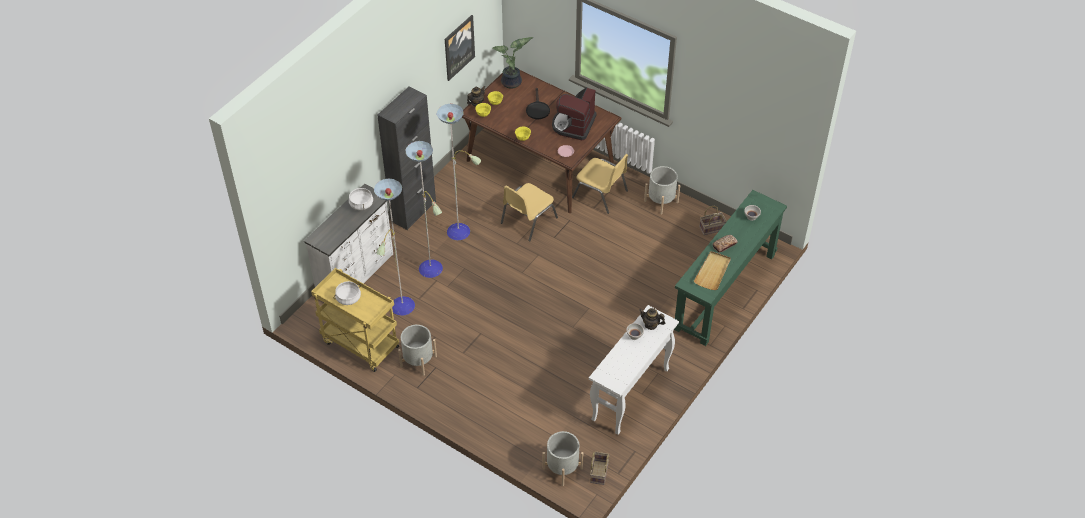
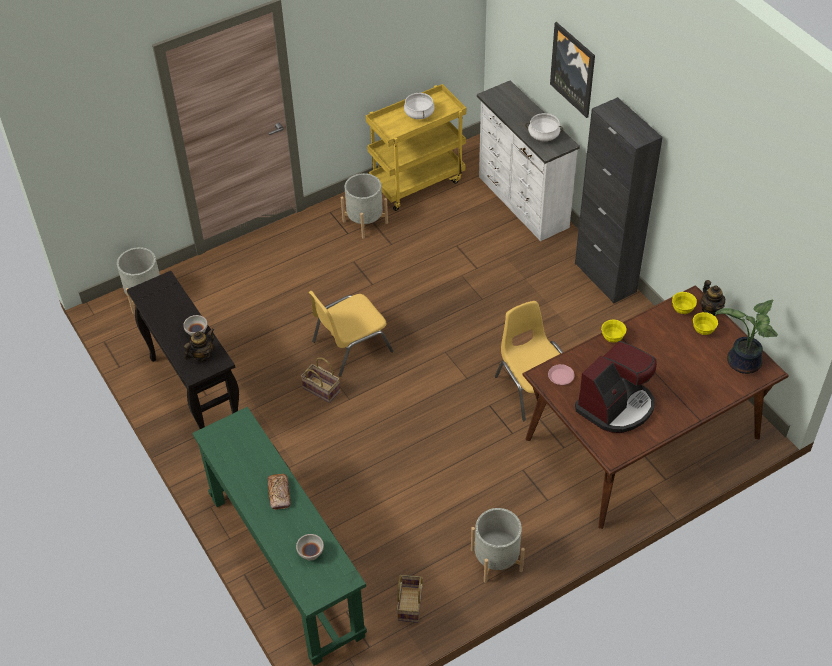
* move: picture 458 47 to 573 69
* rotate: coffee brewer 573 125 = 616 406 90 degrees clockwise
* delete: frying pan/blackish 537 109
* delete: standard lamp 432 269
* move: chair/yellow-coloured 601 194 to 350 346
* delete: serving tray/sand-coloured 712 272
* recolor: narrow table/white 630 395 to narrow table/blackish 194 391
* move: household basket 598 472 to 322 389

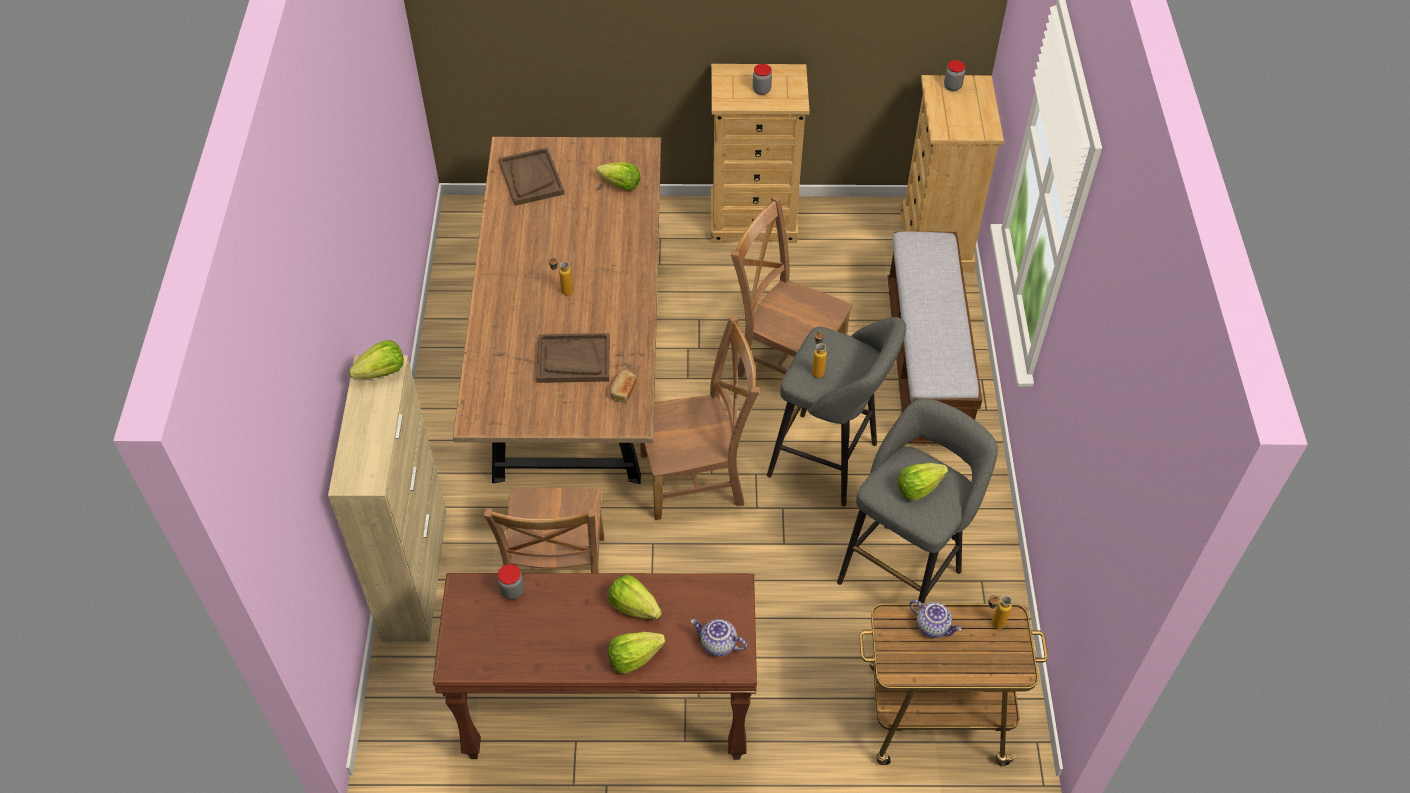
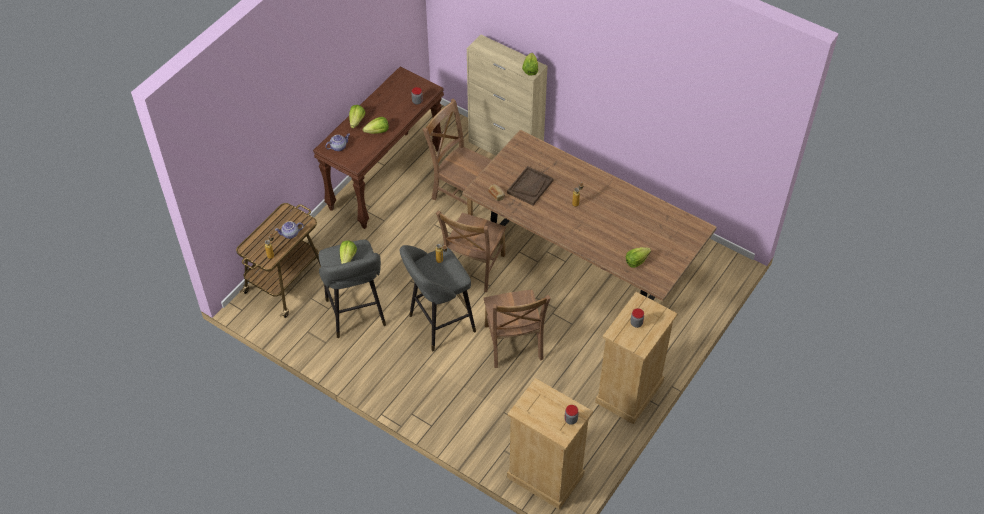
* delete: serving tray/brownish 531 178
* rotate: chair/brownish 785 362 = 513 344 105 degrees clockwise
* delete: indoor bench 925 362

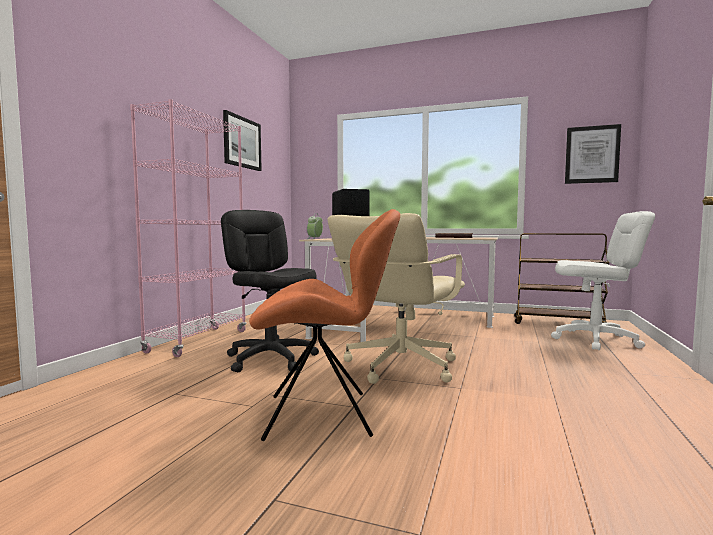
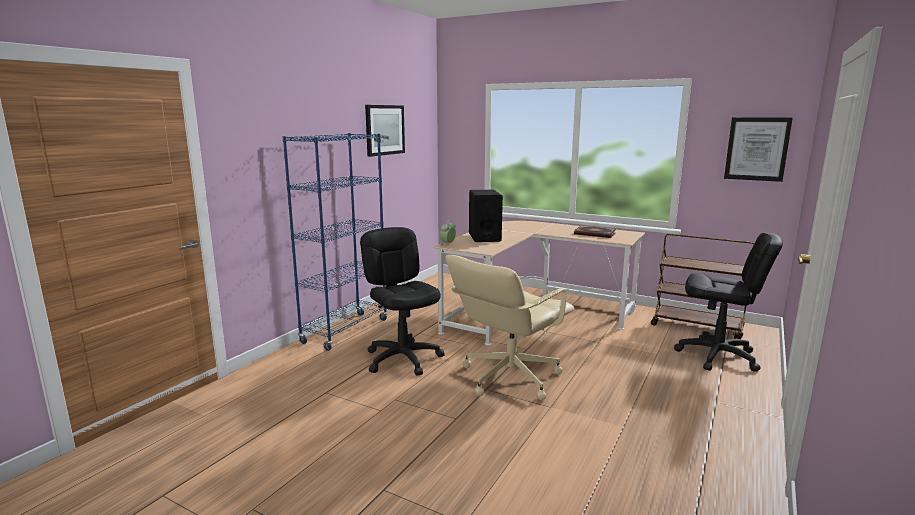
* recolor: shelving unit/pinkish 198 341 to shelving unit/blue-coloured 345 331
* delete: chair/orange 323 415
* recolor: computer chair/white 595 340 to computer chair/blackish 717 356

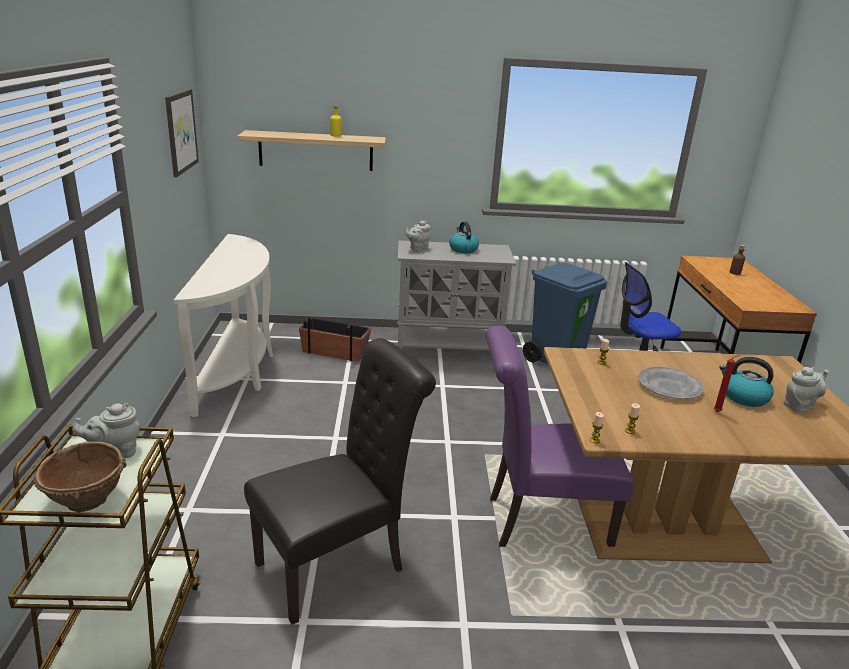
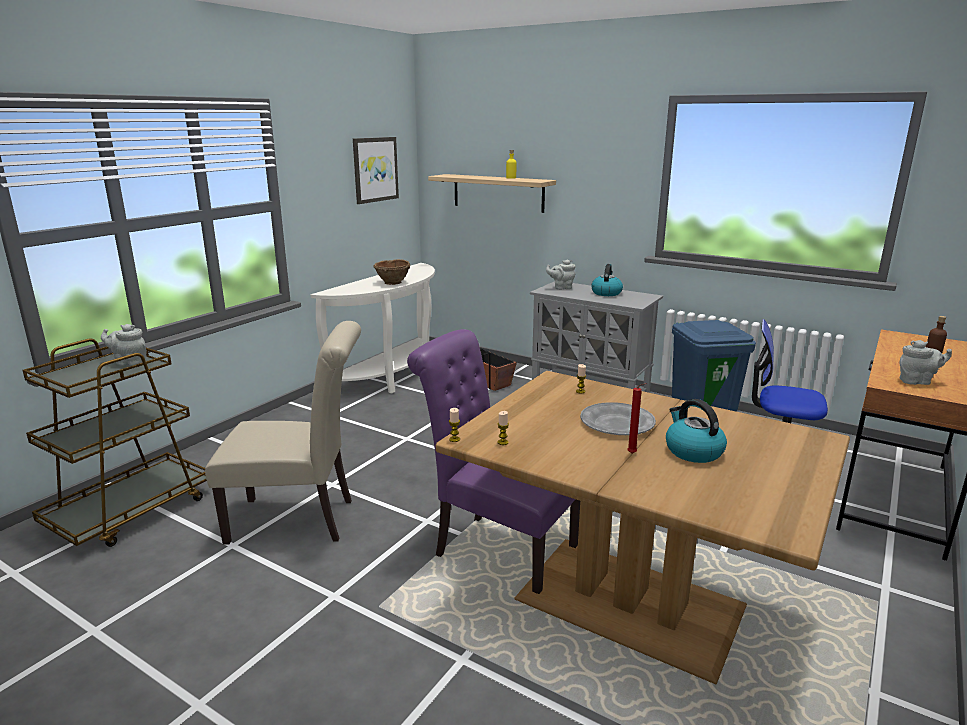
* recolor: chair/blackish 338 564 to chair/sand-coloured 300 520
* move: tea pot/gray 800 405 to 917 381
* move: bowl/brownish 87 501 to 393 283

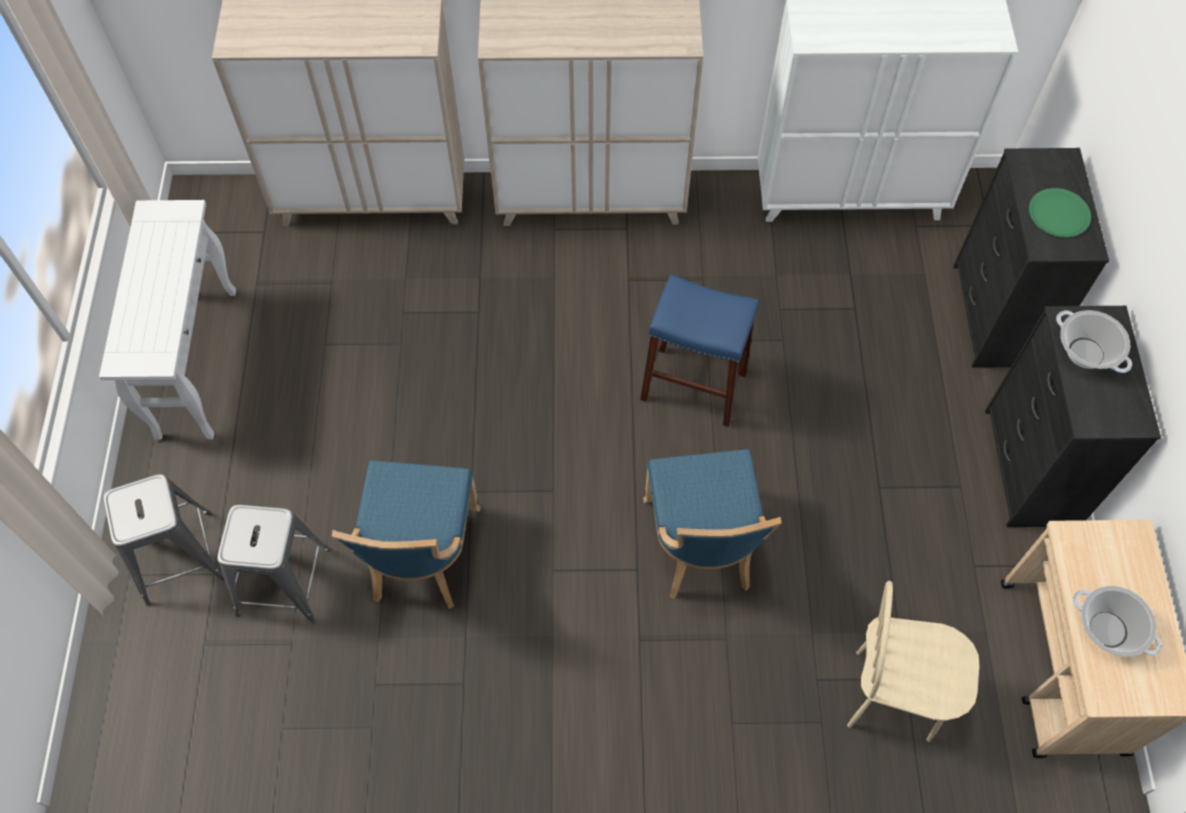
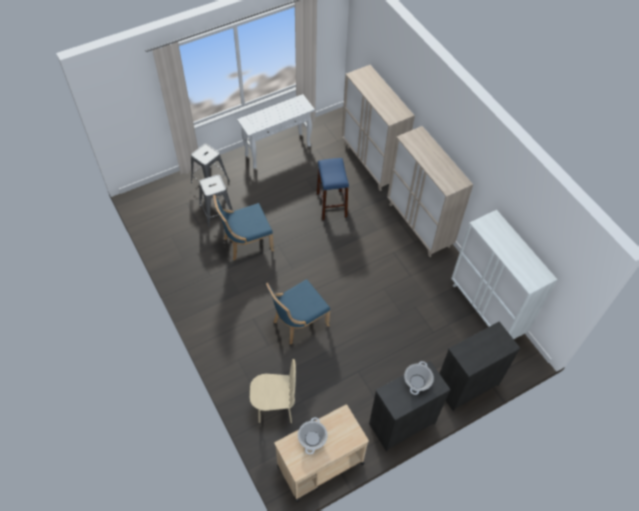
* delete: dinner plate/green 1059 214
* move: stool/blue-coloured 693 385 to 331 205
* rotate: chair/sand-coloured 892 696 = 275 408 105 degrees clockwise

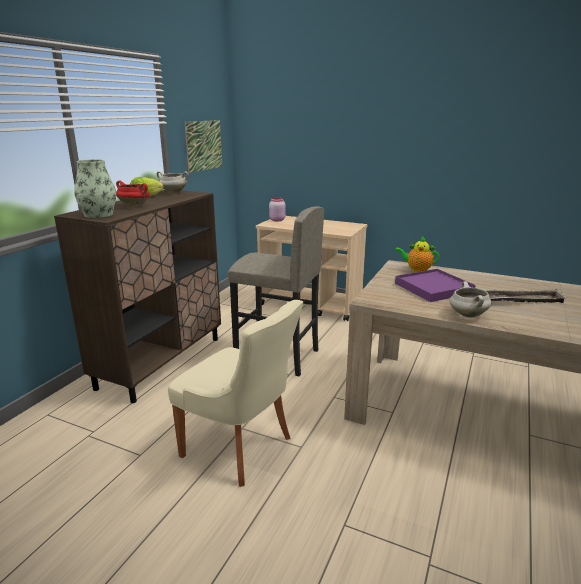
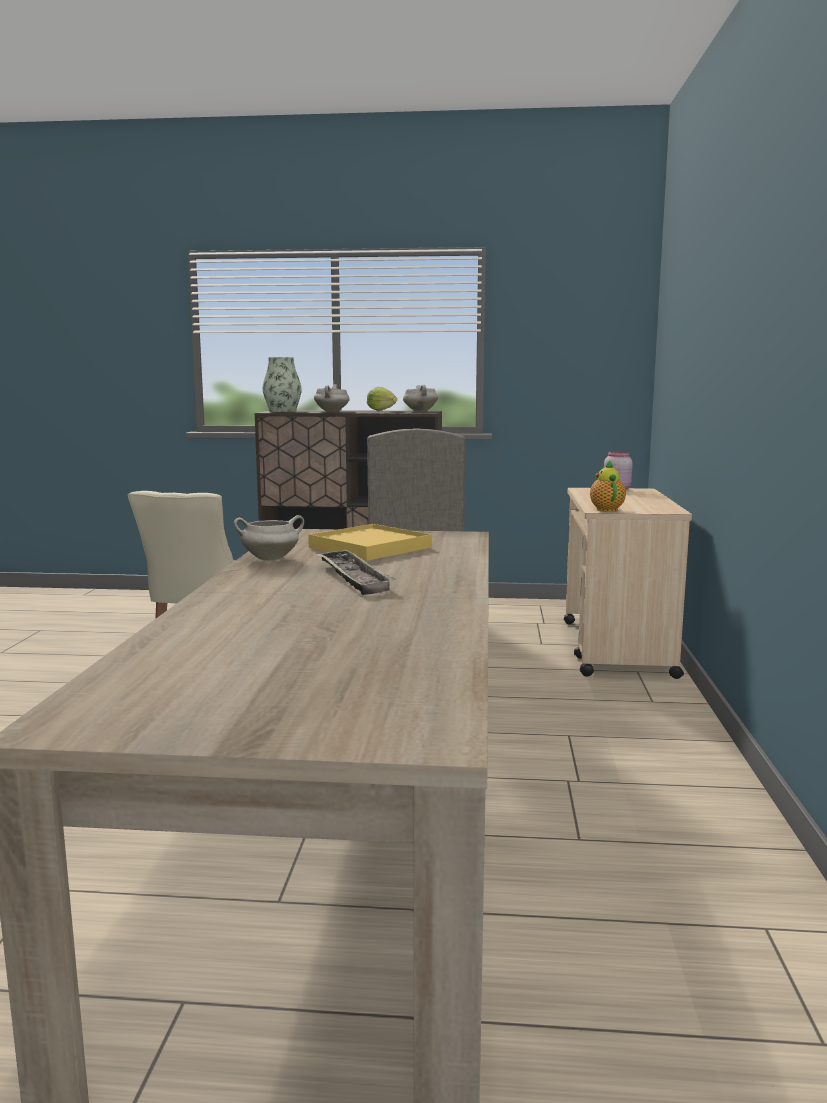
* delete: picture 204 145
* recolor: saucepot/red 135 206 to saucepot/white 332 411
* move: tea pot 417 269 to 606 509
* recolor: serving tray/purple 433 288 to serving tray/yellow-coloured 370 547

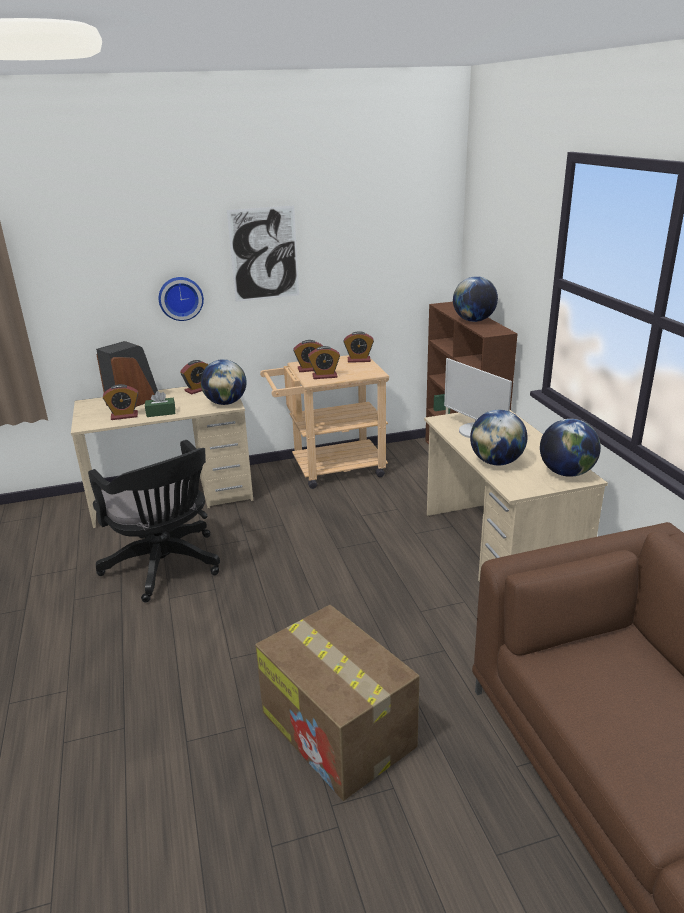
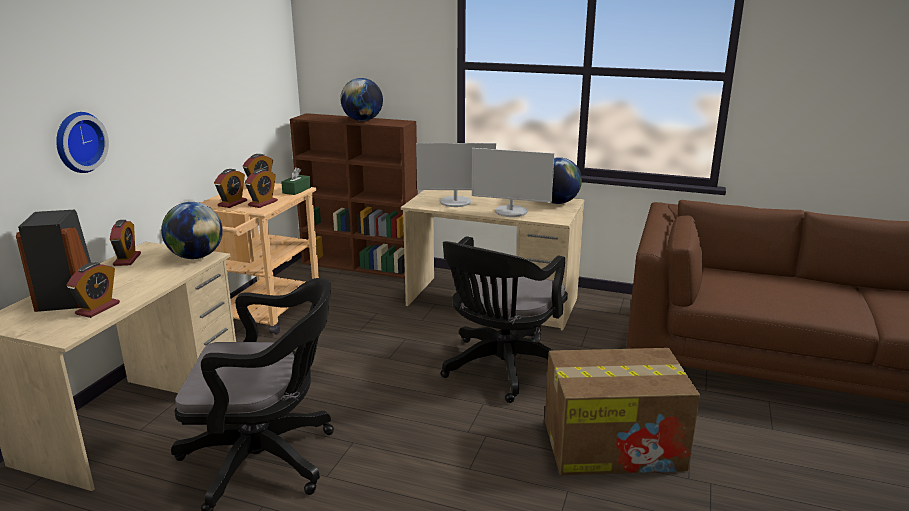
* delete: picture 264 254
* move: tissue holder/green 161 413 to 296 190
* replace: desk globe 496 462 to computer screen 511 212
* insert: computer chair/blackish 501 370

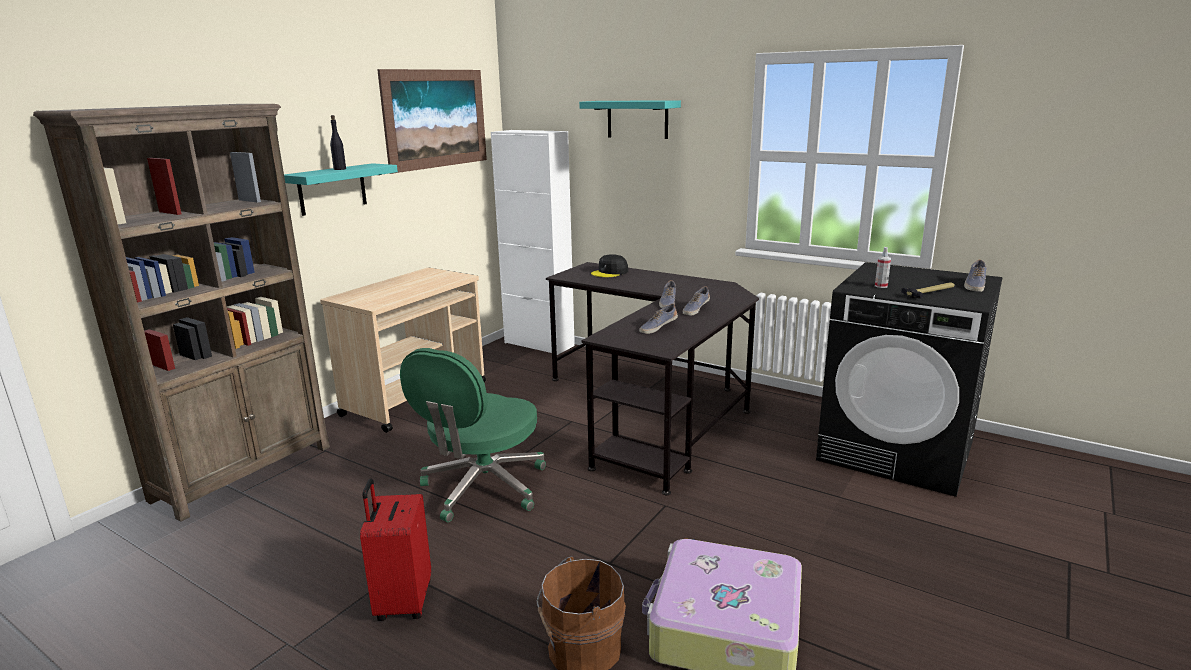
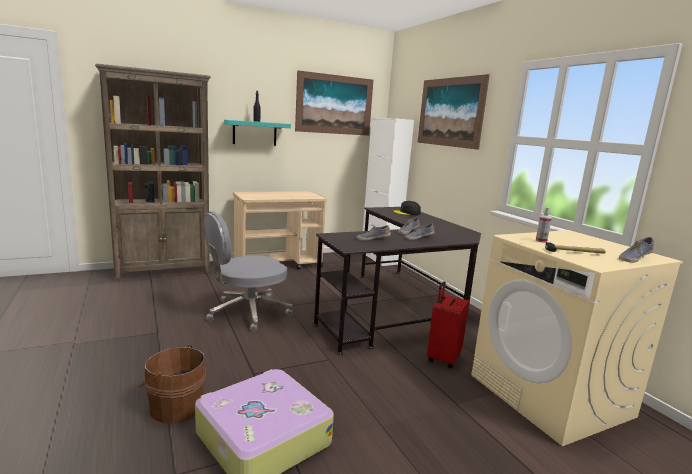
* replace: bracket shelf/turquoise 637 119 to picture 450 112
* recolor: washing machine/blackish 896 451 to washing machine/sand-coloured 550 395
* recolor: computer chair/green 483 488 to computer chair/gray 247 313
* move: piece of luggage/red 402 602 to 442 358

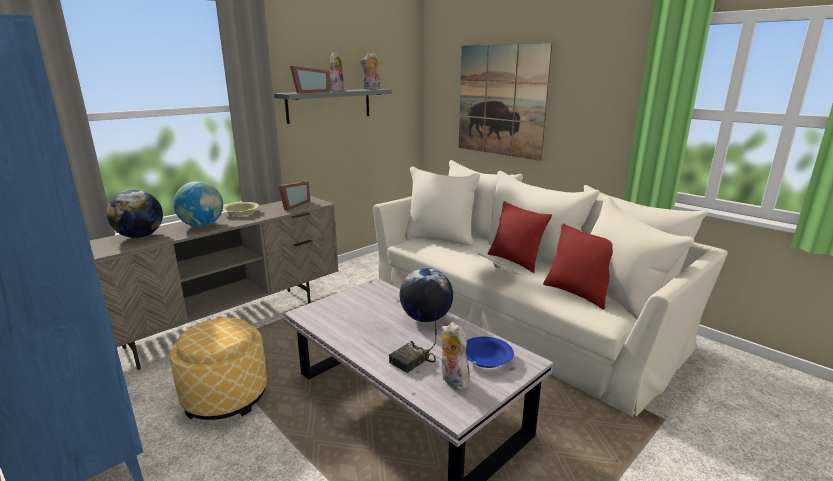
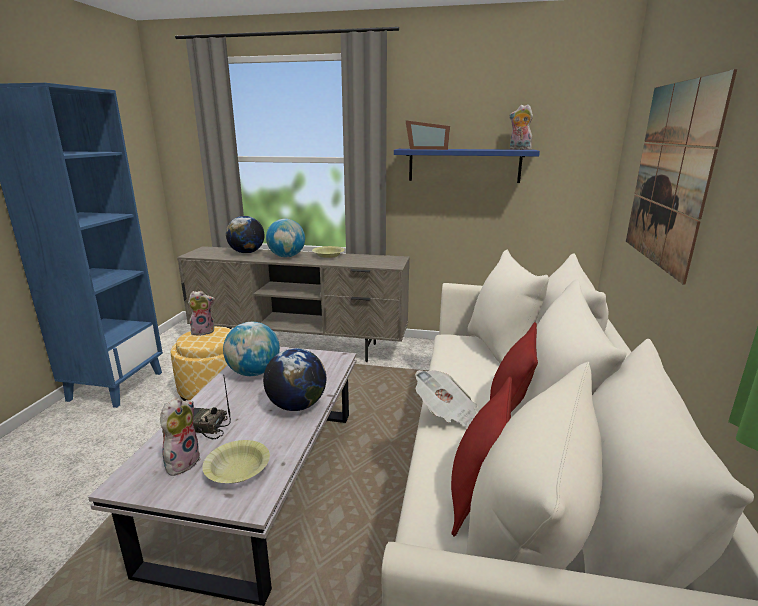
* move: cuddly toy 336 91 to 203 331
* recolor: bracket shelf/gray 329 105 to bracket shelf/blue-coloured 464 165
* delete: standing frame 293 205
* recolor: bowl/blue-coloured 486 359 to bowl/yellow-coloured 237 470
* insert: desk globe 254 372

